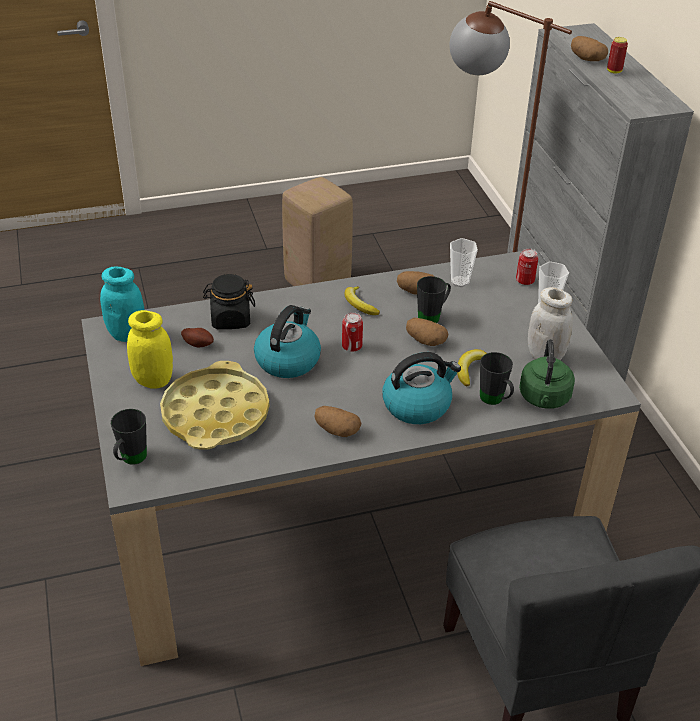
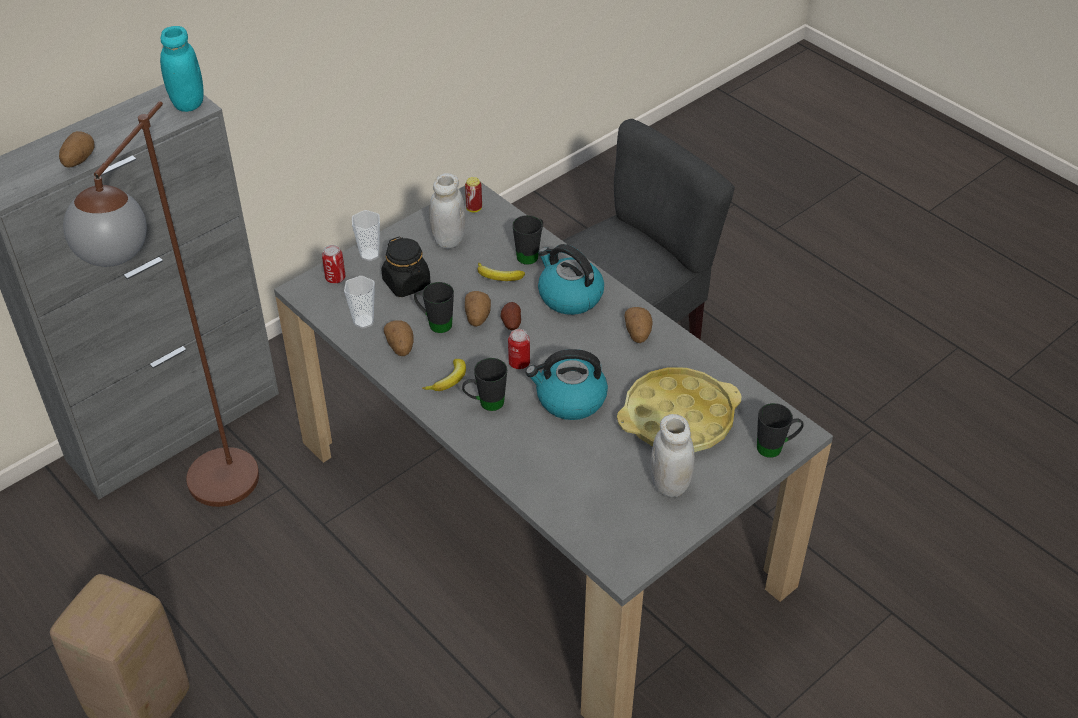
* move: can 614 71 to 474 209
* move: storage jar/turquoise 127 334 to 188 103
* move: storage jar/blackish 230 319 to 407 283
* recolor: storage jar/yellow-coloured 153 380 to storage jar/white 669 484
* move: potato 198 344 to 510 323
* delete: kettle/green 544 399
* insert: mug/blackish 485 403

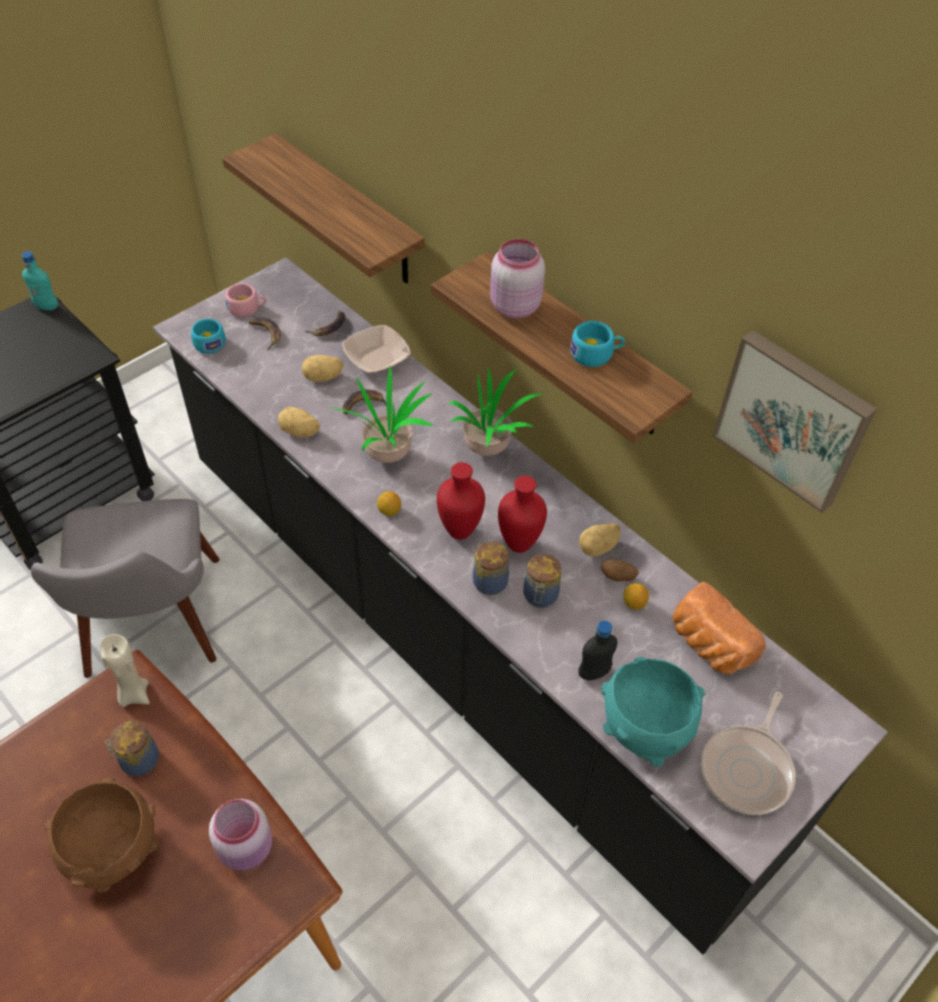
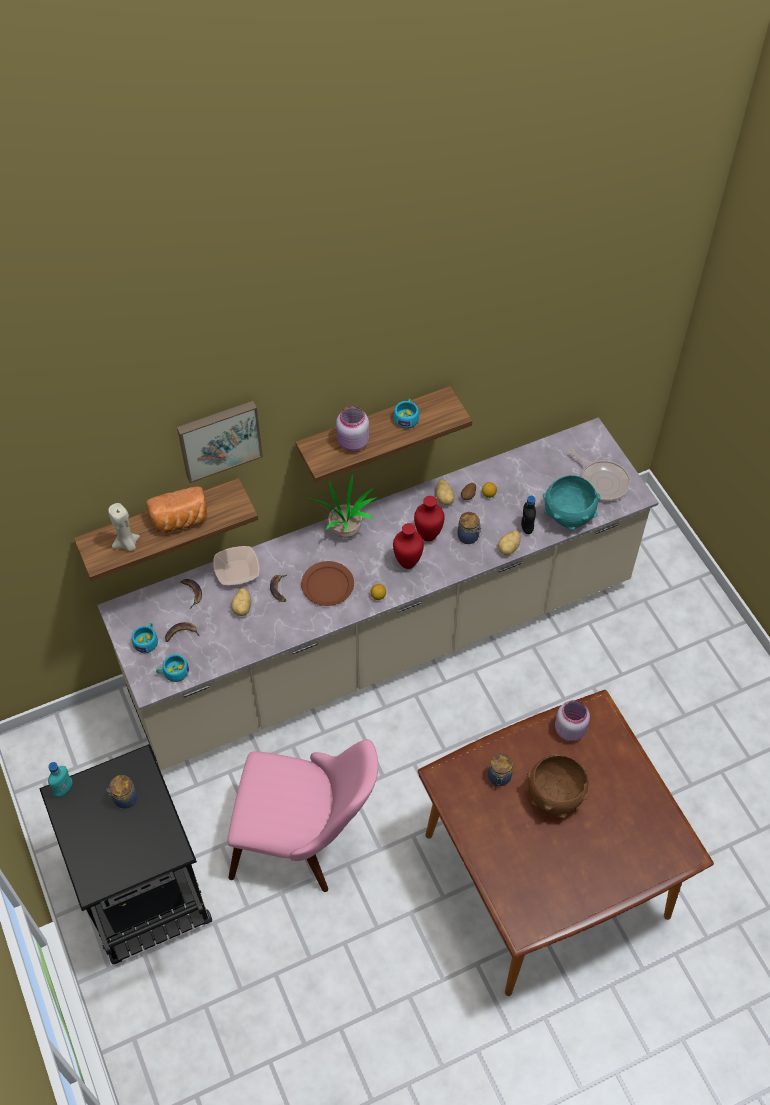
* recolor: kitchen counter/blackish 463 642 to kitchen counter/sand-coloured 385 641
* recolor: cup/pinkish 247 308 to cup/turquoise 147 641
* move: picture 793 419 to 219 439
* replace: potted plant 387 452 to dinner plate/brownish 328 585
* move: potato 300 432 to 509 548
* recolor: chair/gray 152 634 to chair/pinkish 305 839
* move: storage jar 489 581 to 124 799
* move: baked bread 708 644 to 180 521
* move: candle/sand-coloured 133 694 to 127 544

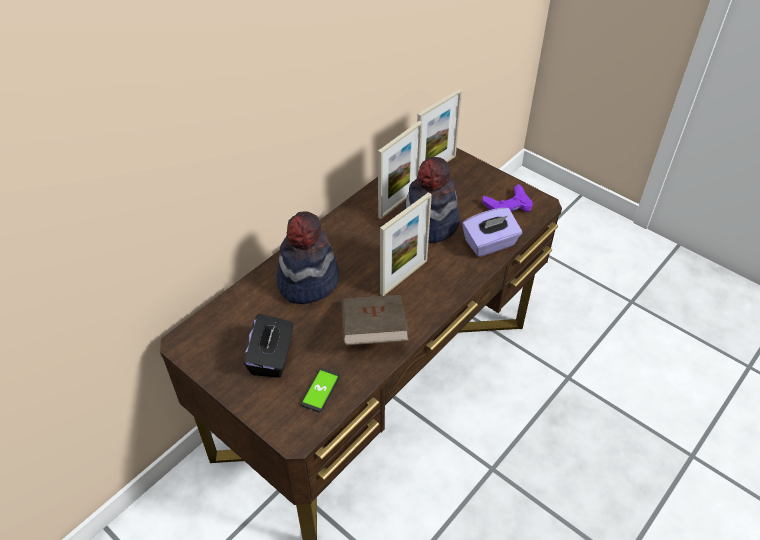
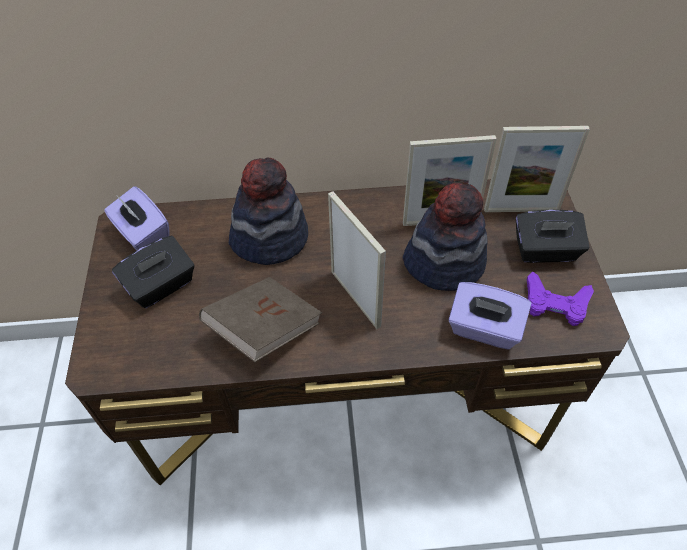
* rotate: standing frame 404 277 = 355 298 120 degrees counterclockwise
* delete: telephone 320 390
* insert: tissue holder/purple 142 235
* insert: tissue holder/blackish 545 251

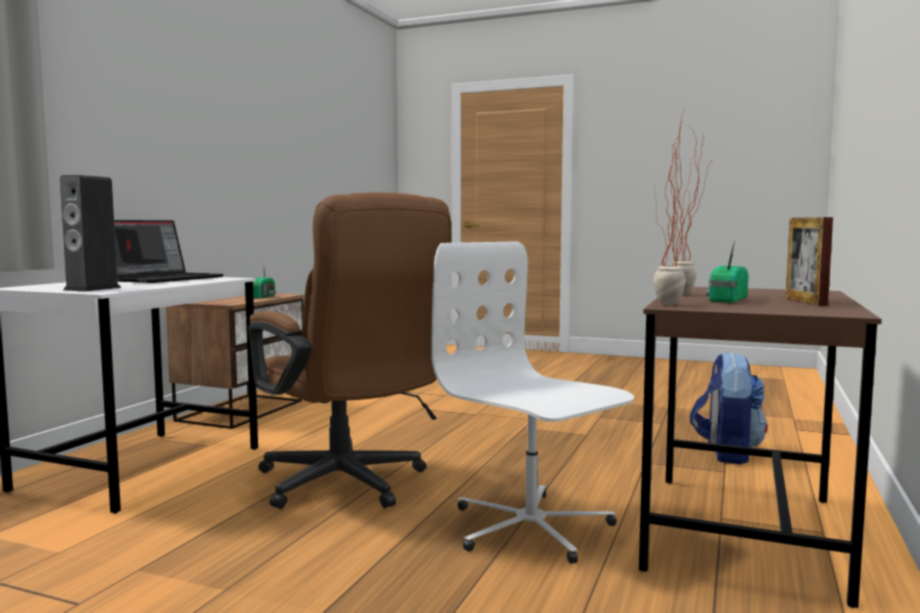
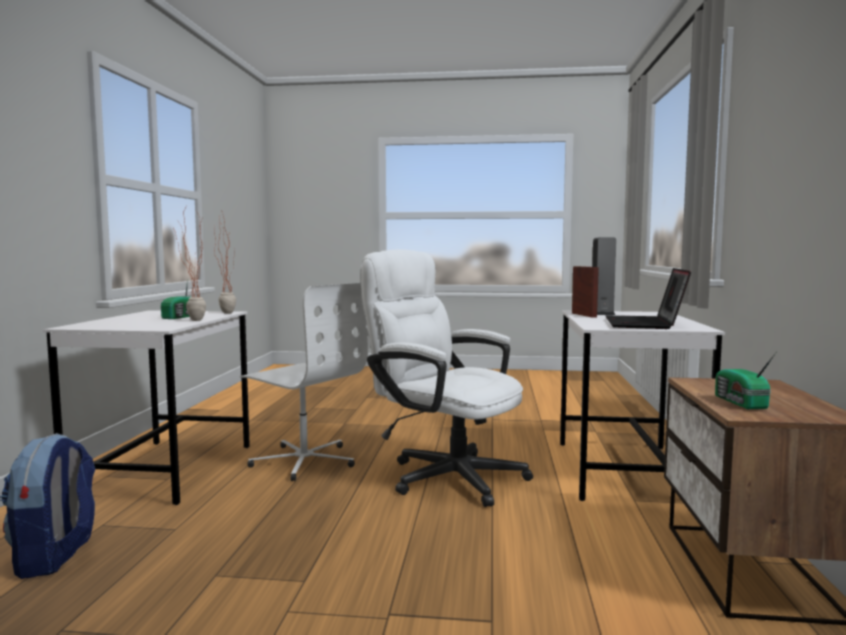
* recolor: computer chair/brownish 349 486 to computer chair/white 445 474
* move: standing frame 805 301 to 584 315
* recolor: desk table/brownish 744 533 to desk table/white 164 470

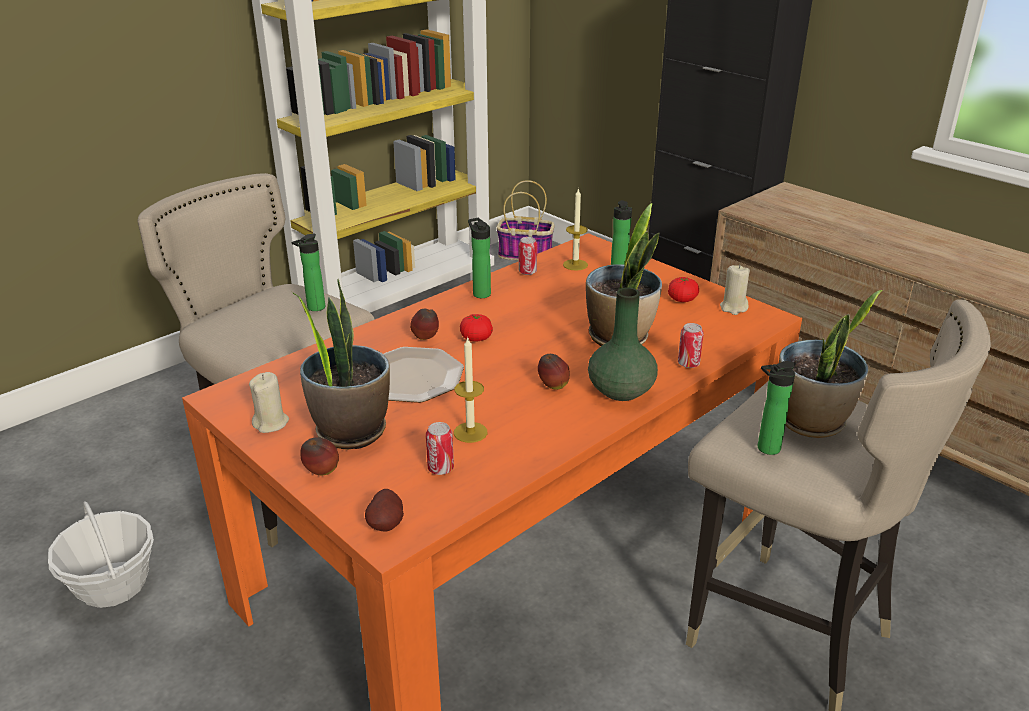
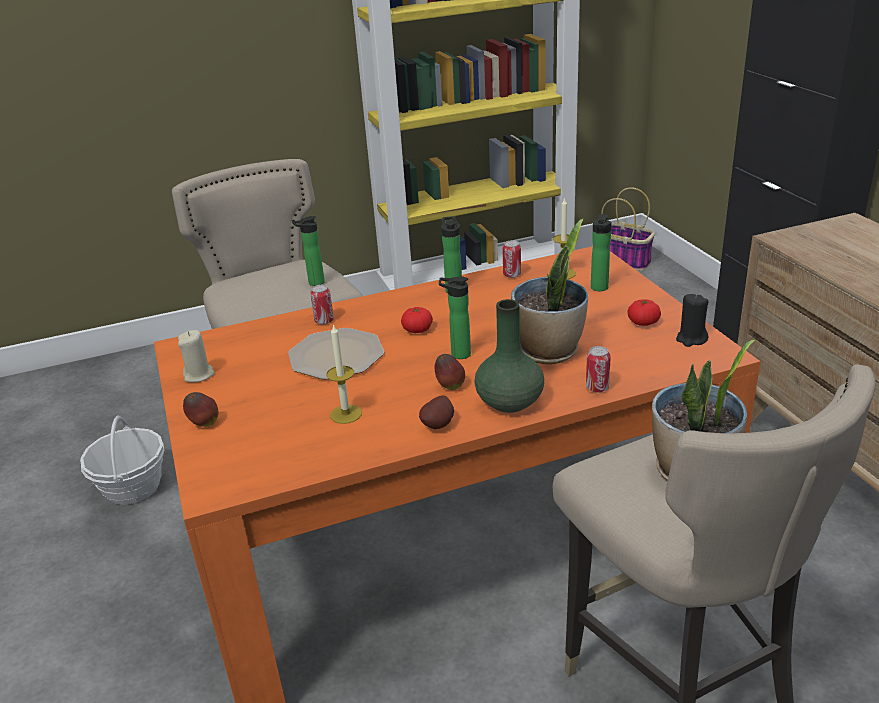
* recolor: candle/sand-coloured 733 308 to candle/blackish 691 339
* delete: potted plant 351 430
* delete: apple fruit 426 339
* move: drink bottle 765 449 to 457 354
* move: can 440 469 to 324 321
* move: potato 387 525 to 439 425

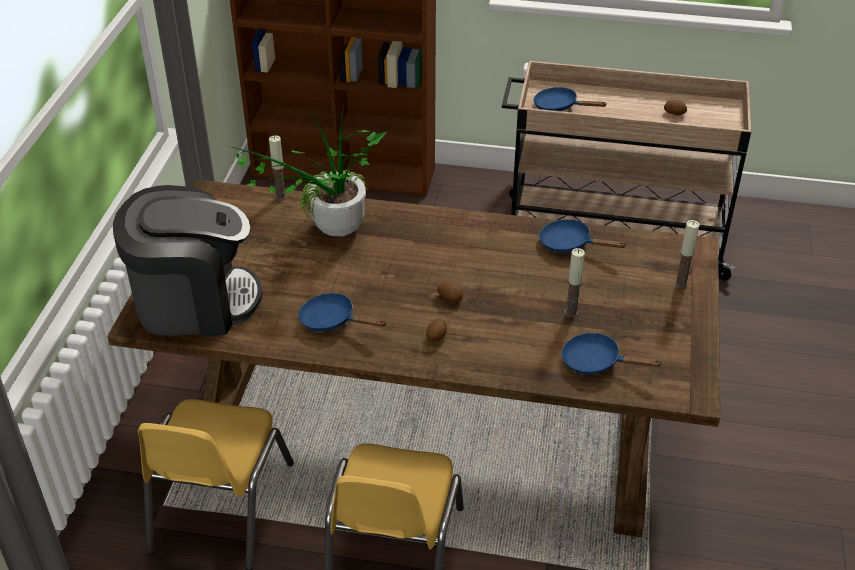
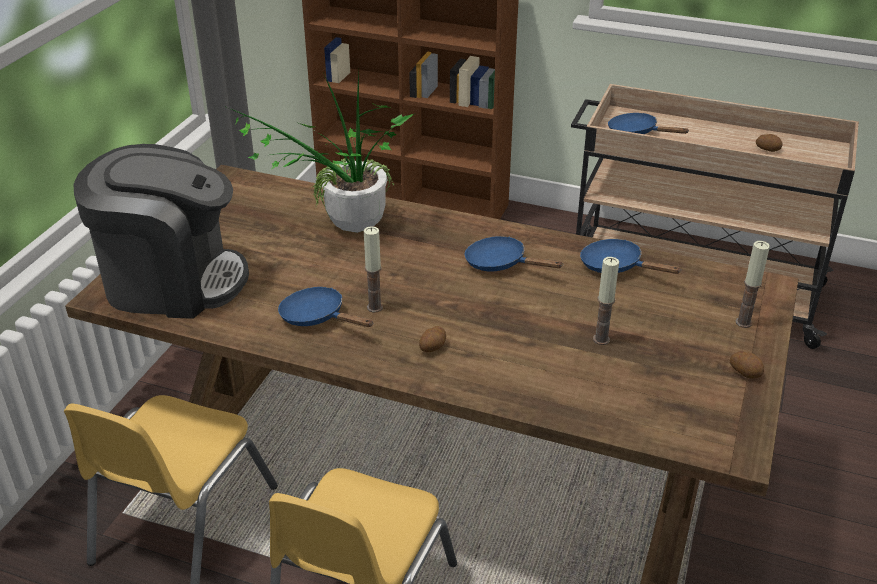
* move: candle 280 197 to 374 307
* move: potato 450 298 to 745 372
* move: frying pan/blue-coloured 596 362 to 501 264

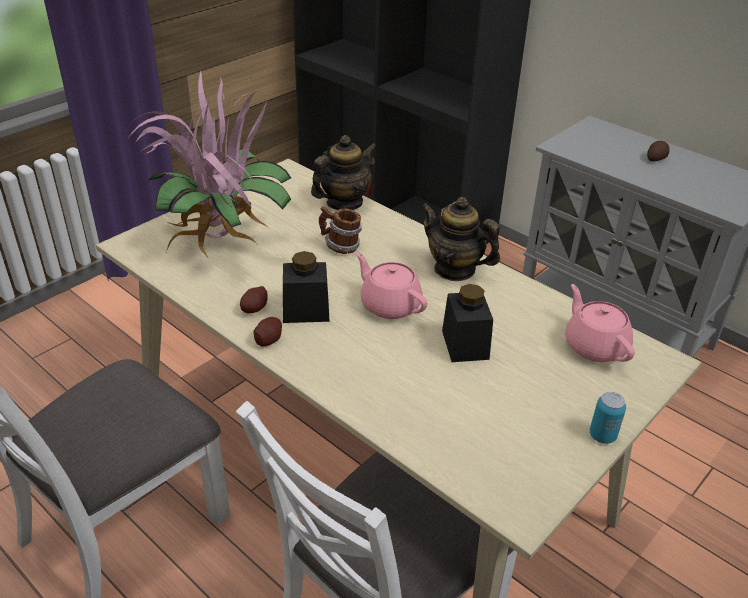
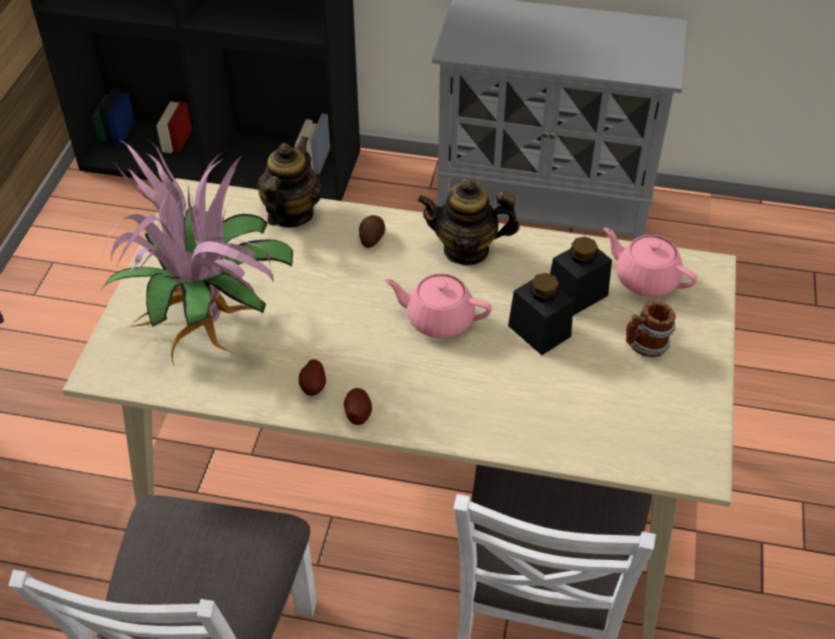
* move: potato 655 158 to 371 238
* move: mug 340 247 to 645 346
* move: storage jar/blackish 306 310 to 577 294
* delete: can 602 435

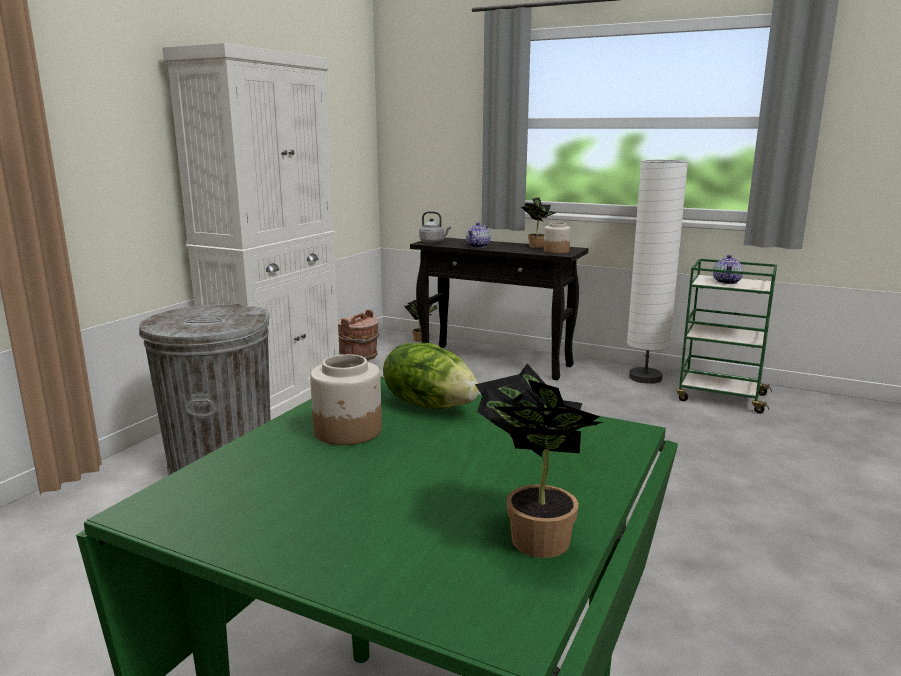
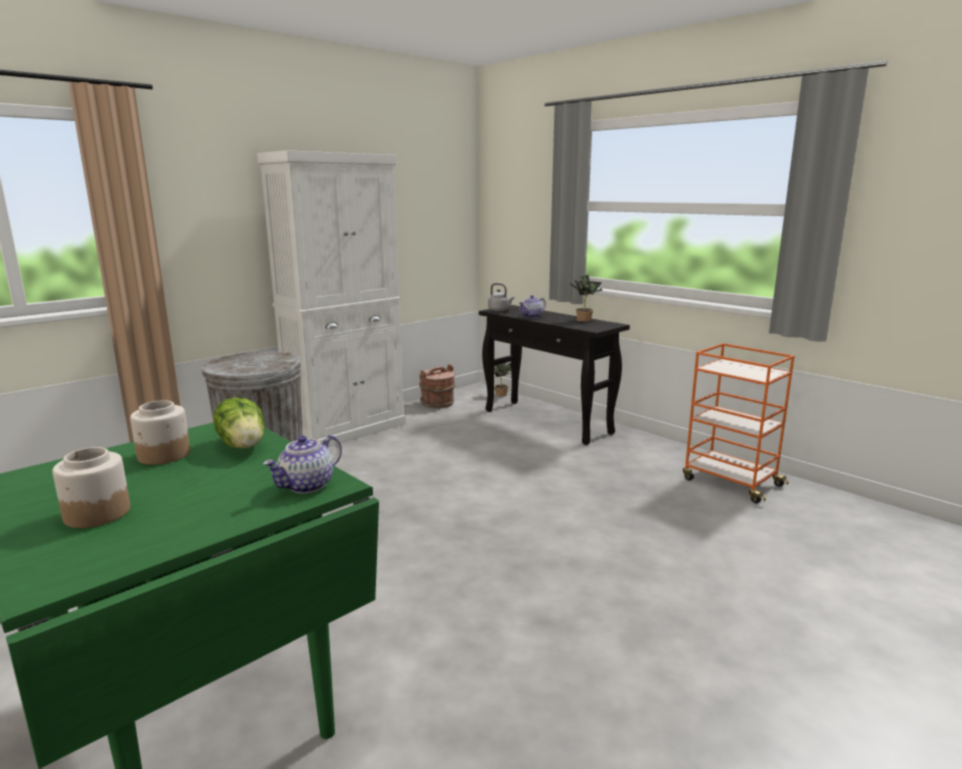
* delete: standard lamp/white 645 378
* move: storage jar 556 251 to 96 513
* move: tea pot 727 282 to 307 486
* recolor: cart/green 720 397 to cart/orange 730 482
* delete: potted plant 532 537

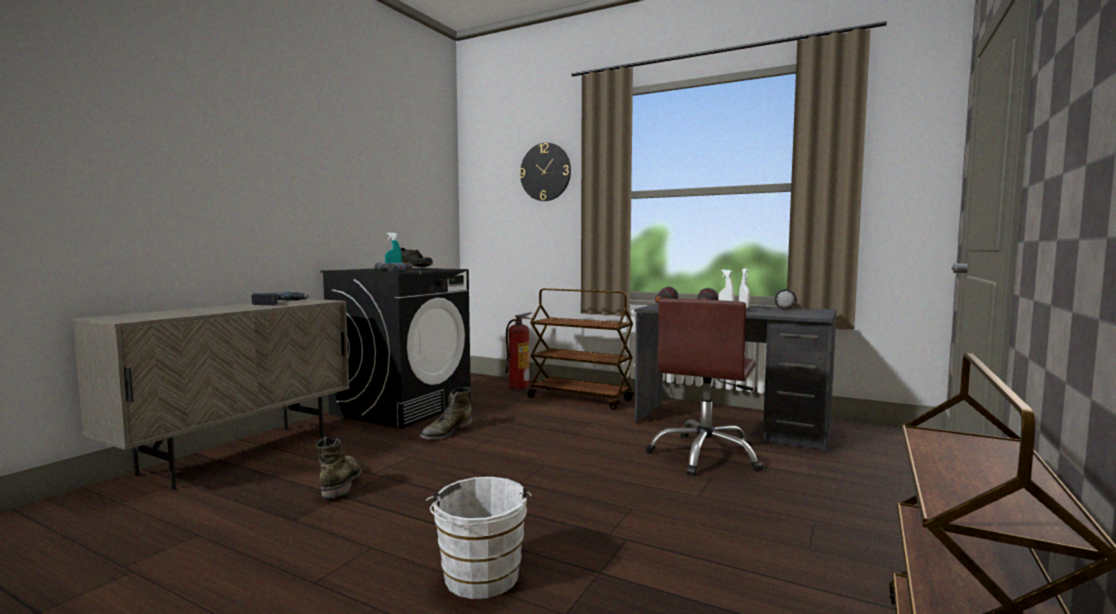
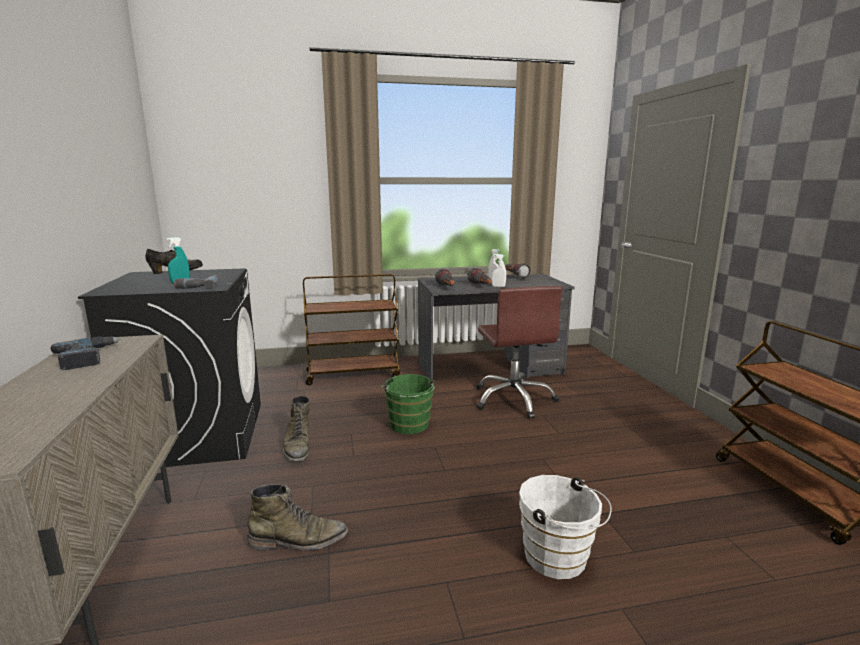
* delete: wall clock 545 172
* delete: extinguisher 519 388
* rotate: tall boot/green 341 482 = 298 540 135 degrees clockwise
* insert: pail/green 409 426

